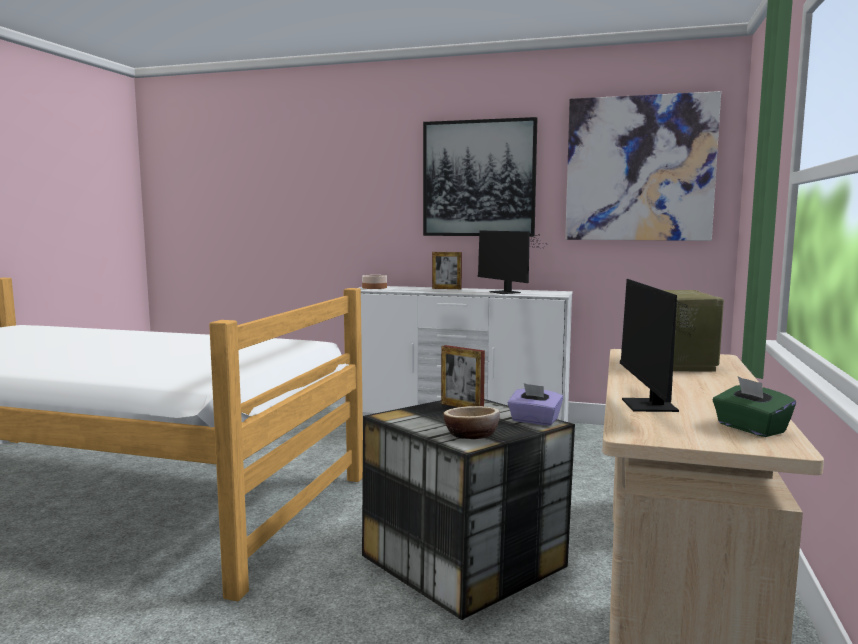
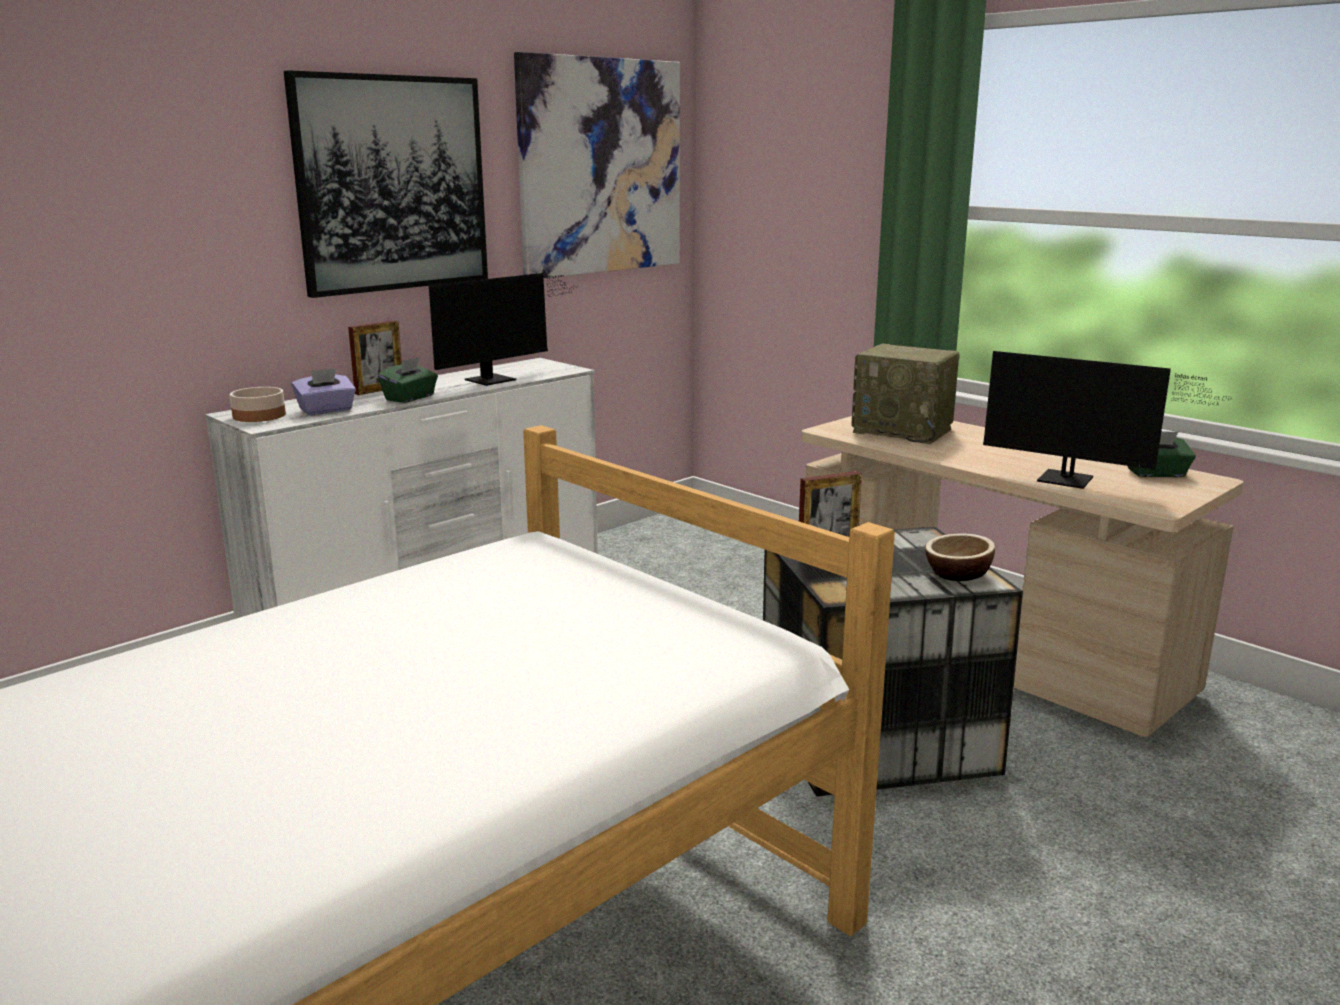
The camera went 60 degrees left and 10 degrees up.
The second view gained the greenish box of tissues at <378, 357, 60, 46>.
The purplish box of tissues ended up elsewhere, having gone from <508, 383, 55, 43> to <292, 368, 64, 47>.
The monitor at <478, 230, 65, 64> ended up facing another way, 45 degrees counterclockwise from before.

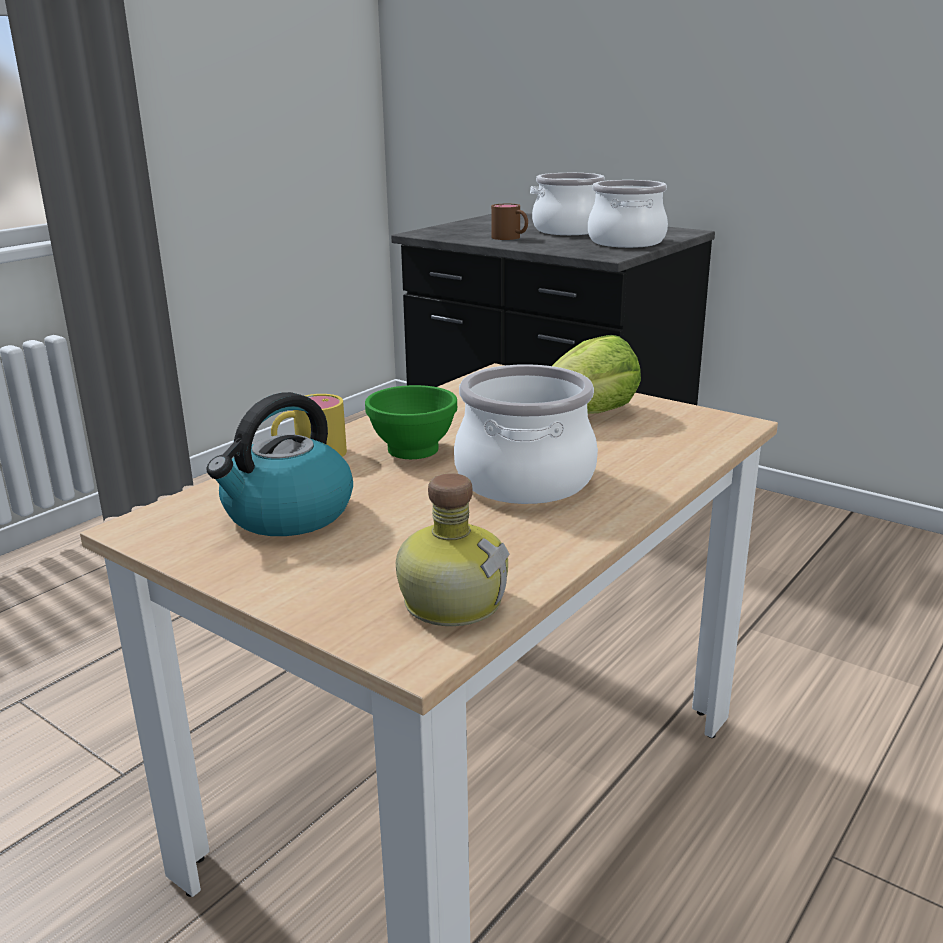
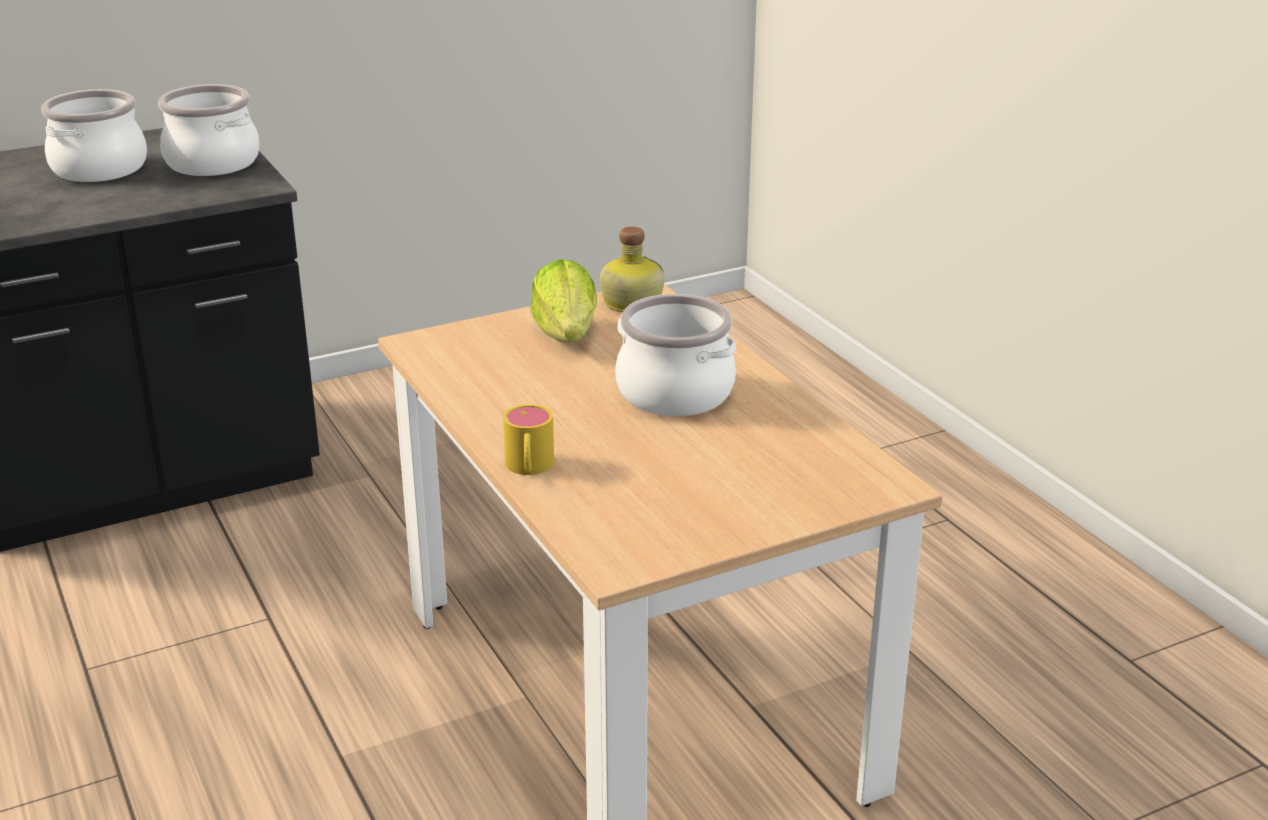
The camera went 65 degrees left and 5 degrees up.
The second view lost the kettle at <207, 392, 146, 144>.
The second view lost the greenish serving bowl at <365, 385, 92, 74>.
The second view lost the brown-coloured tea mug at <491, 204, 37, 36>.
The bottle ended up elsewhere, having gone from <396, 473, 113, 153> to <600, 227, 64, 85>.

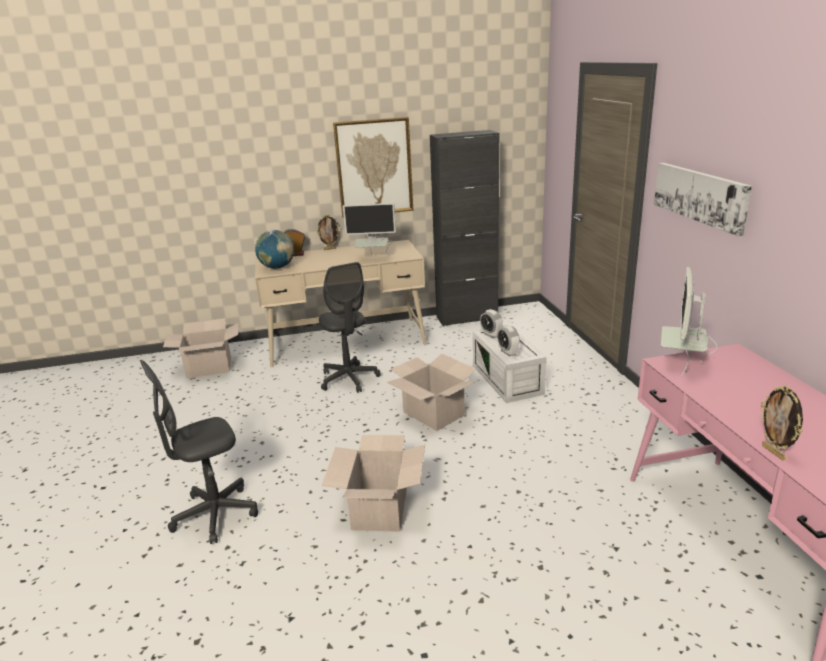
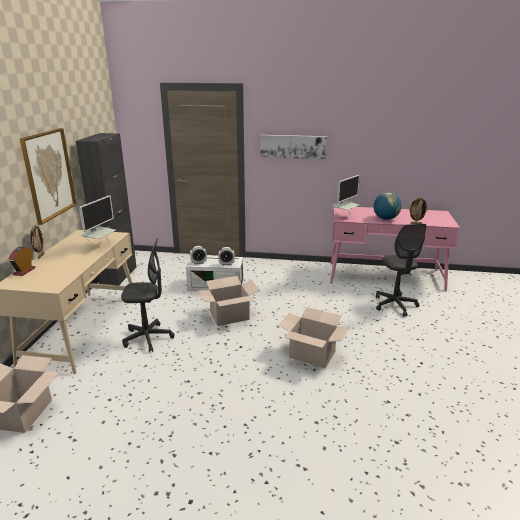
The camera went 70 degrees left and 0 degrees up.
The greyish computer chair ended up elsewhere, having gone from <140, 360, 118, 184> to <376, 224, 50, 93>.
The desk globe ended up elsewhere, having gone from <255, 230, 39, 39> to <373, 192, 29, 28>.
The monitor at <661, 267, 56, 109> ended up facing another way, 90 degrees counterclockwise from before.

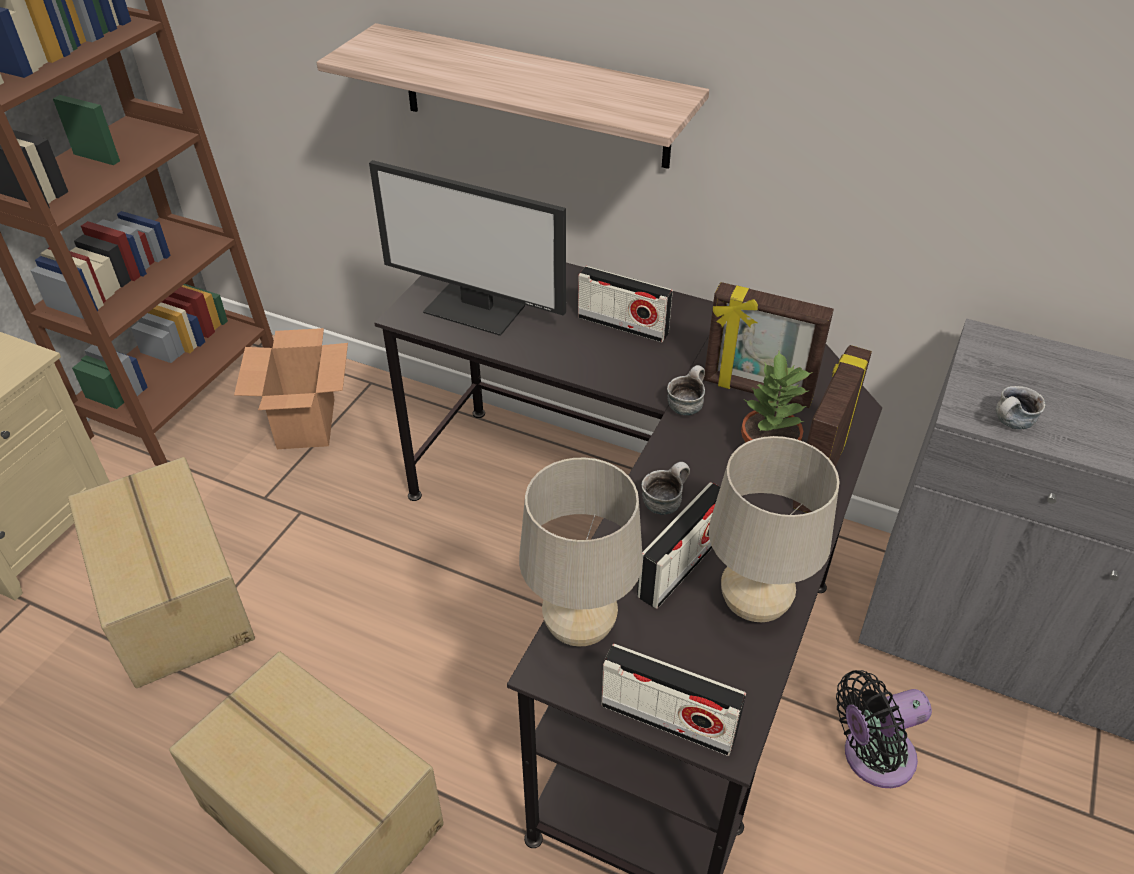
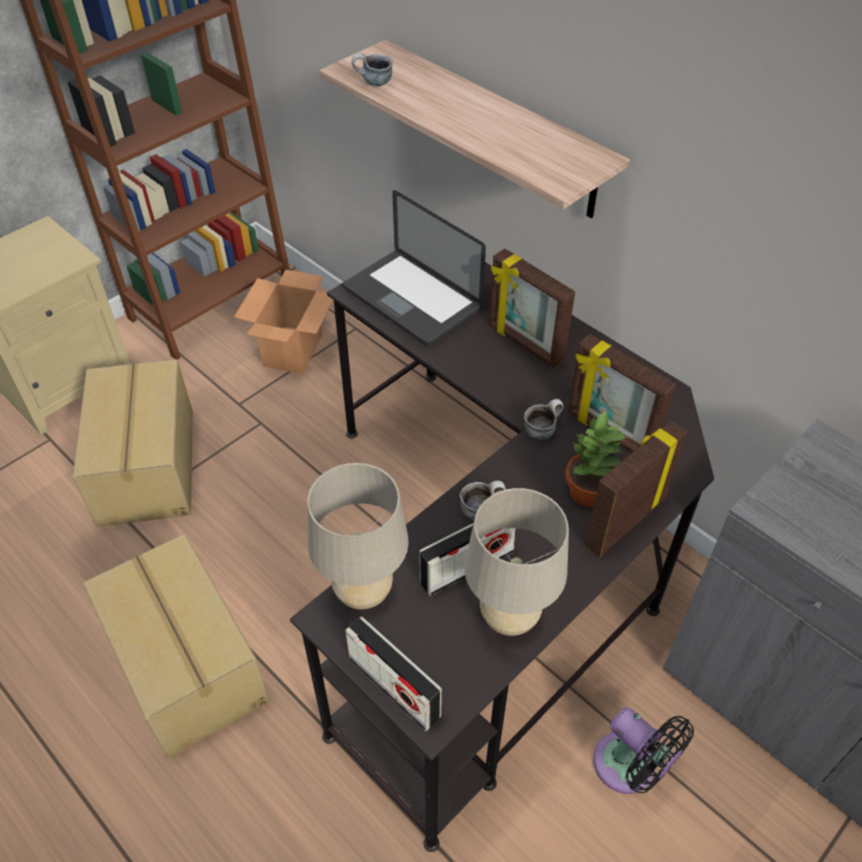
The camera went 20 degrees right and 5 degrees up.
The tea mug ended up elsewhere, having gone from <996, 386, 50, 43> to <351, 53, 42, 33>.
Where the monitor stood at <369, 160, 197, 176>, the notebook computer came to stand at <343, 190, 143, 156>.
Where the radio receiver stood at <578, 266, 95, 77>, the standing frame came to stand at <489, 249, 86, 119>.
The black-coloured fan at <836, 670, 96, 118> ended up facing another way, 135 degrees counterclockwise from before.

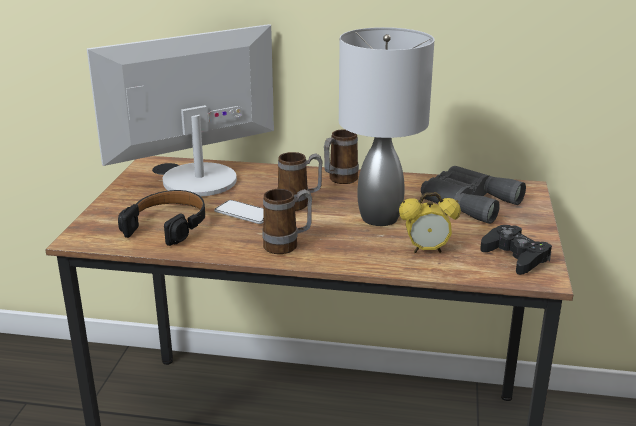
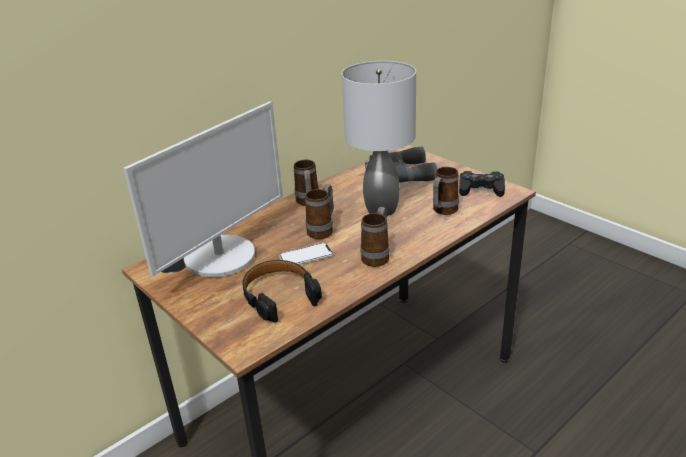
The camera went 50 degrees left and 5 degrees up.
Where the table clock stood at <399, 192, 62, 61>, the tea mug came to stand at <433, 167, 26, 48>.
The monitor at <87, 24, 187, 173> ended up facing another way, 150 degrees counterclockwise from before.

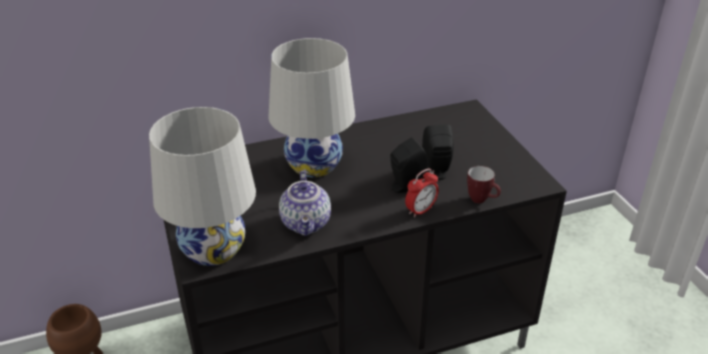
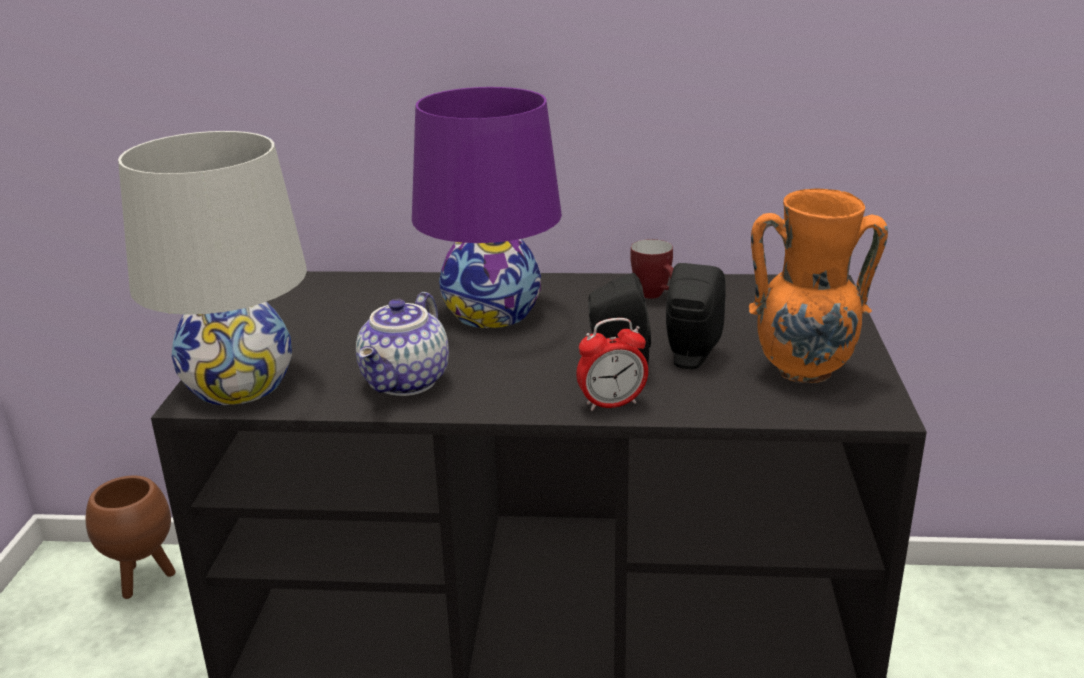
The camera went 25 degrees right and 10 degrees down.
The second view gained the orange vase at <749, 189, 139, 194>.
The tea mug ended up elsewhere, having gone from <467, 166, 34, 37> to <630, 239, 43, 60>.
What was the white table lamp at <268, 38, 87, 139> turned into the purplish table lamp at <412, 87, 150, 241>.

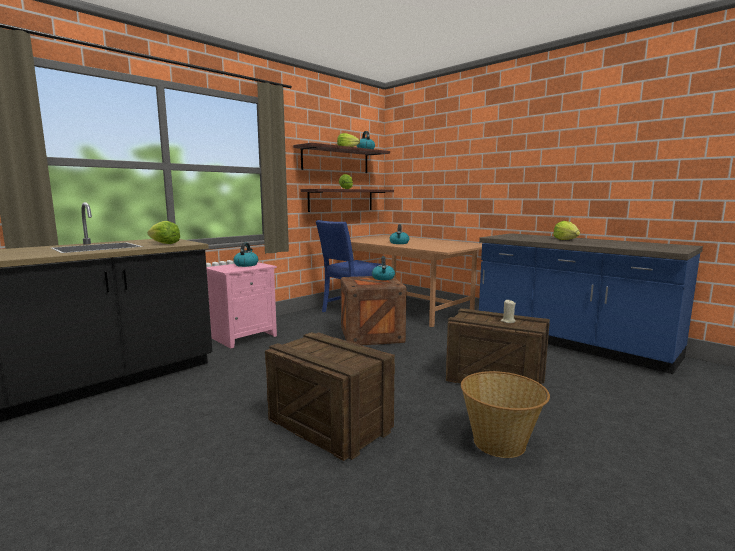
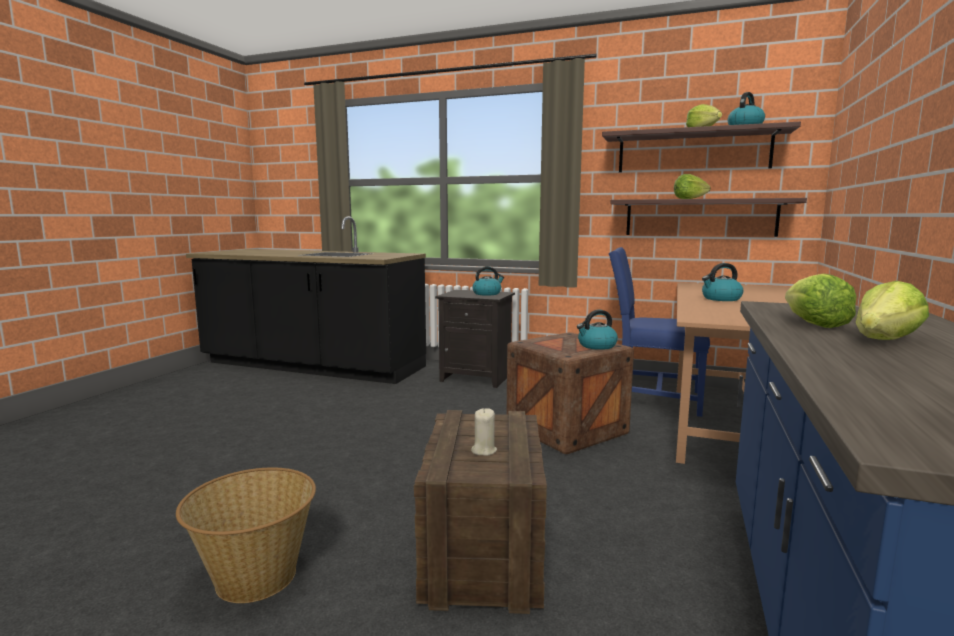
The camera went 65 degrees right and 0 degrees up.
The second view lost the shipping crate at <265, 332, 130, 129>.
The head of lettuce ended up elsewhere, having gone from <147, 221, 33, 23> to <785, 274, 72, 54>.
What was the pinkish nightstand at <206, 262, 71, 86> turned into the black-coloured nightstand at <435, 290, 80, 98>.

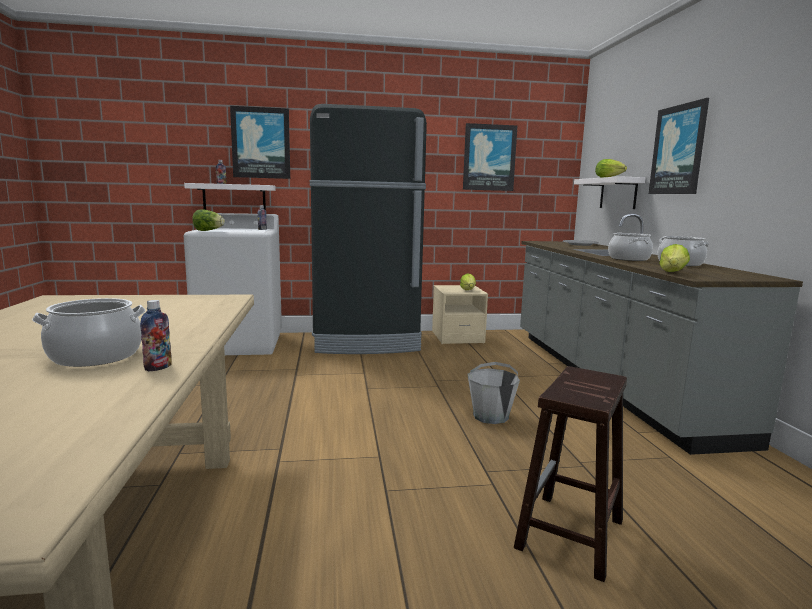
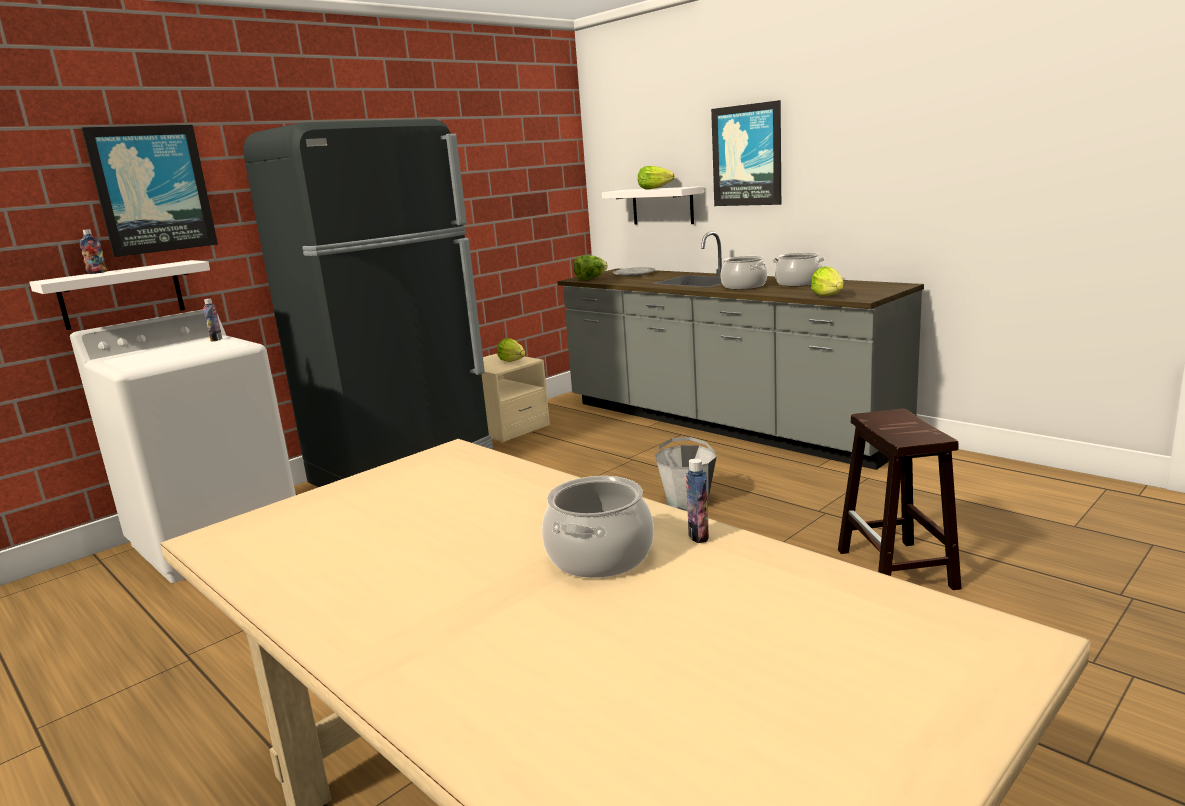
The camera went 35 degrees left and 5 degrees up.
The second view lost the wall picture at <463, 123, 54, 68>.
The head of lettuce ended up elsewhere, having gone from <192, 209, 33, 22> to <573, 255, 35, 25>.

